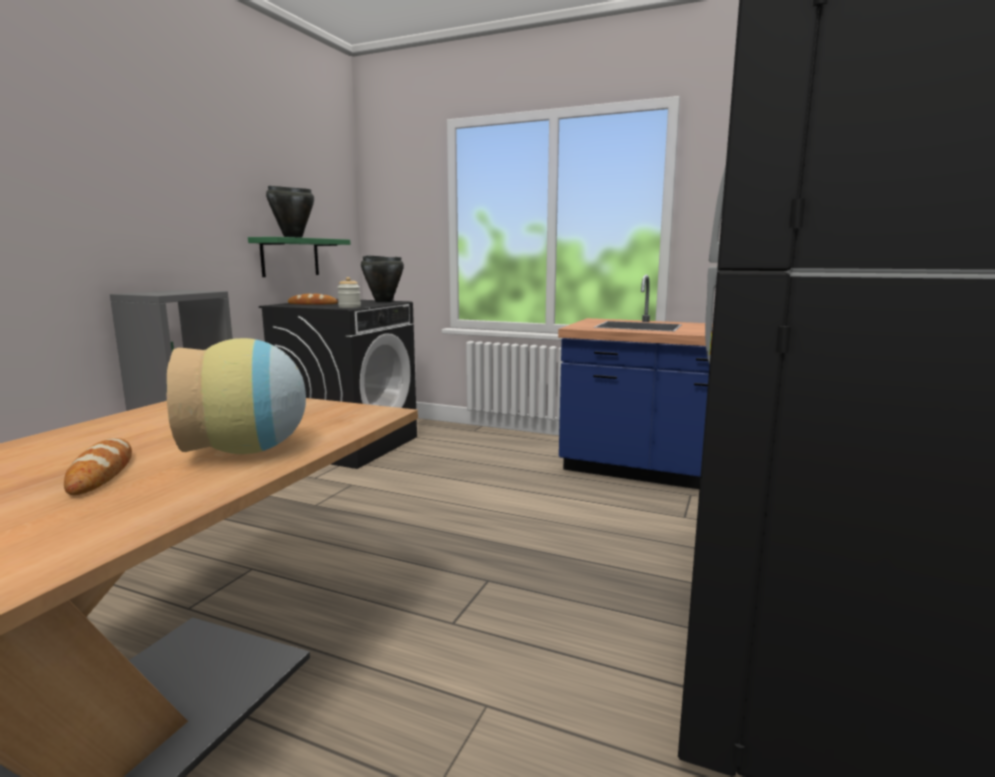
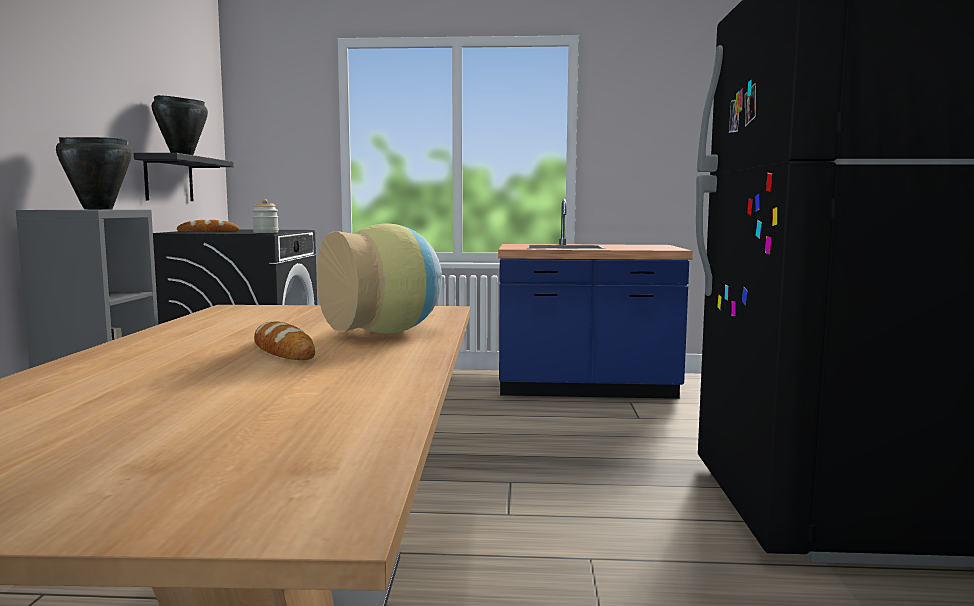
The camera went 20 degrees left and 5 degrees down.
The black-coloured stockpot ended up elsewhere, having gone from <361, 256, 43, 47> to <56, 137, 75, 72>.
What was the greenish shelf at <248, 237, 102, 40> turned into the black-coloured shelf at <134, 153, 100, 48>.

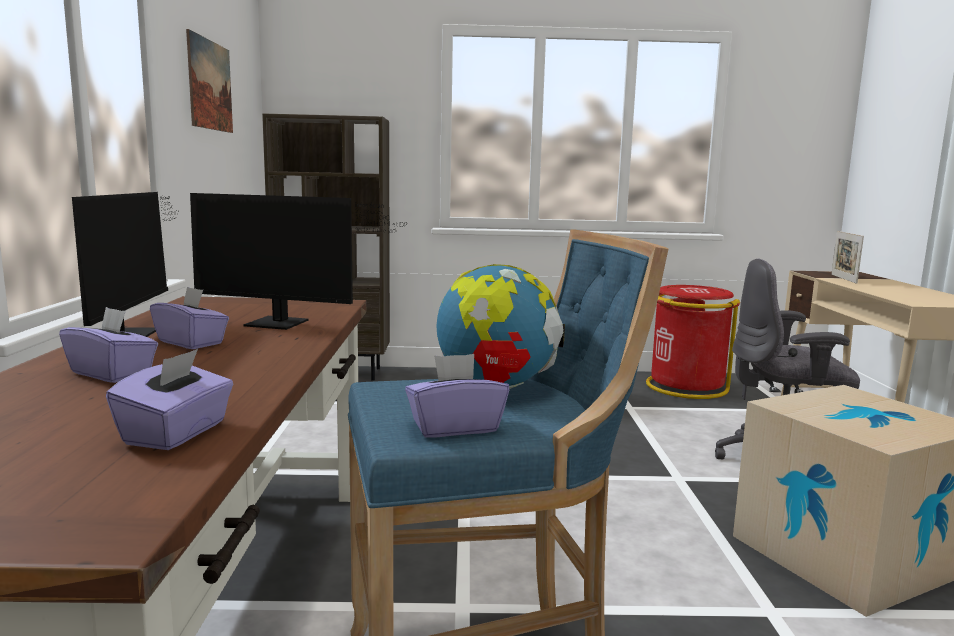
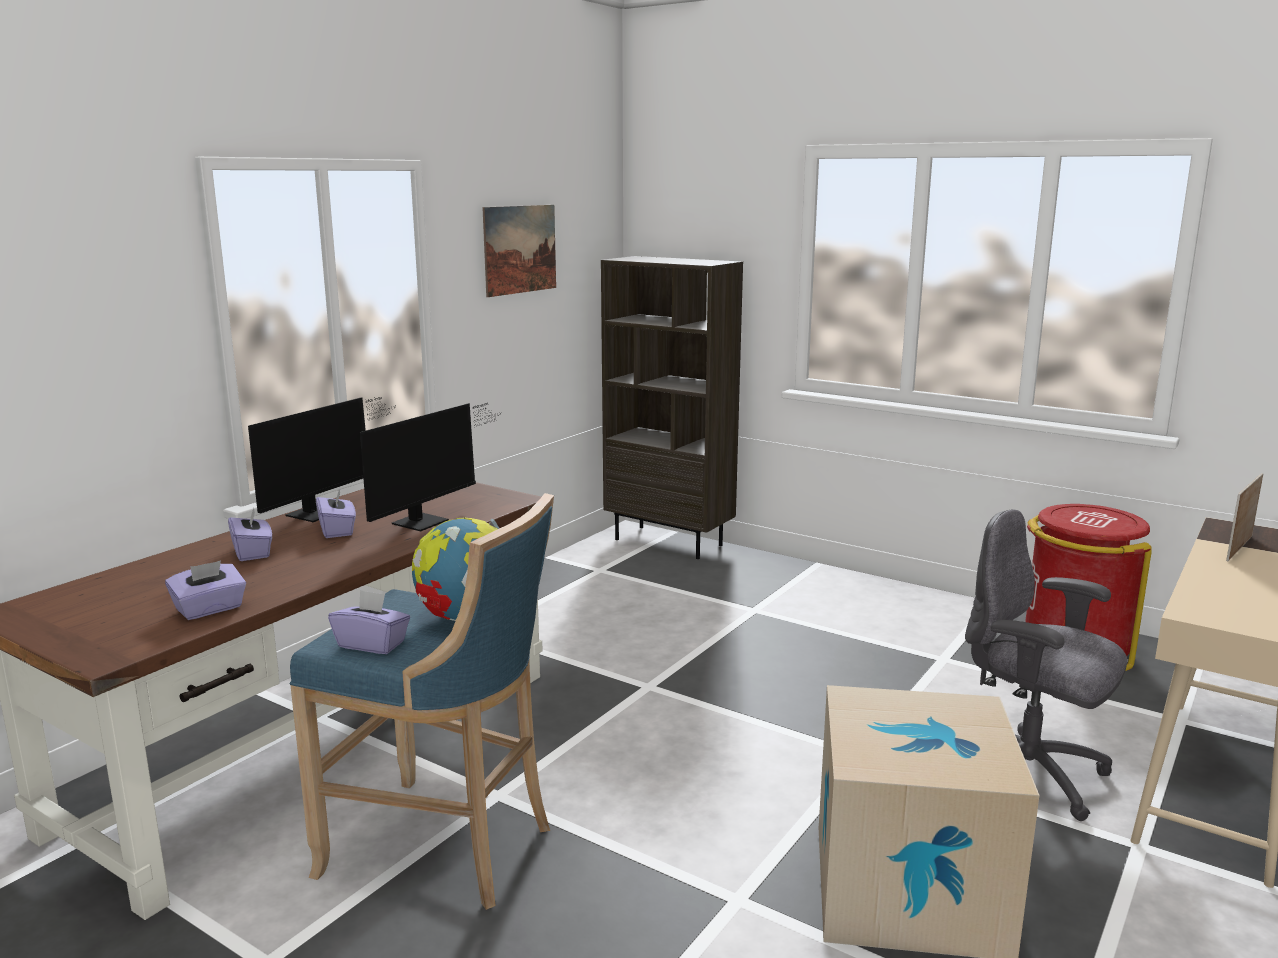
The camera went 35 degrees right and 5 degrees up.
The monitor at <190, 193, 216, 137> ended up facing another way, 105 degrees counterclockwise from before.

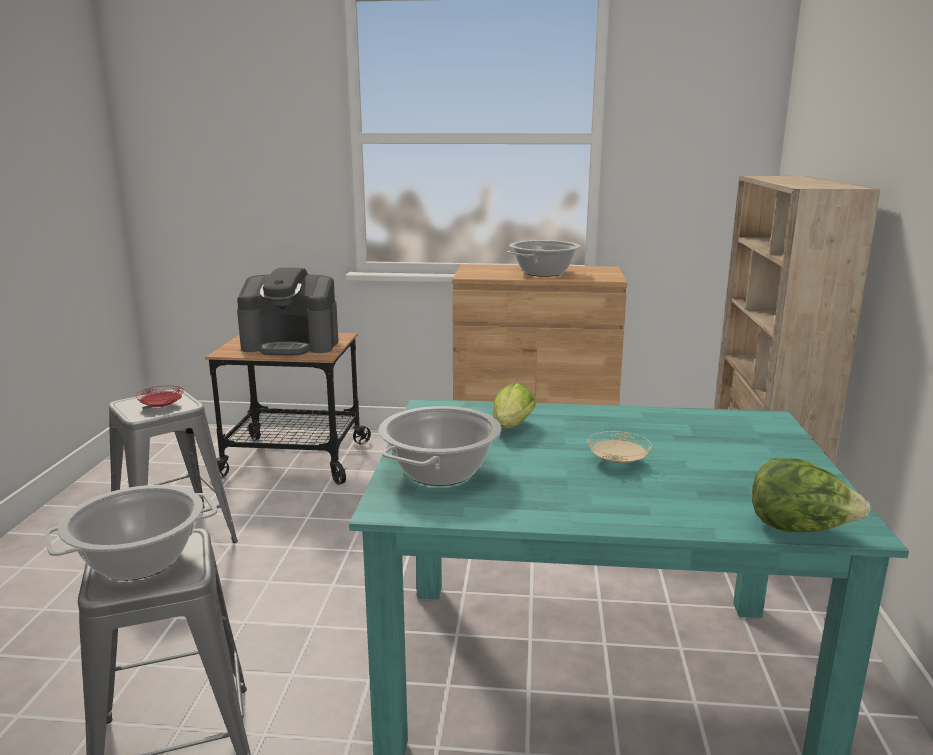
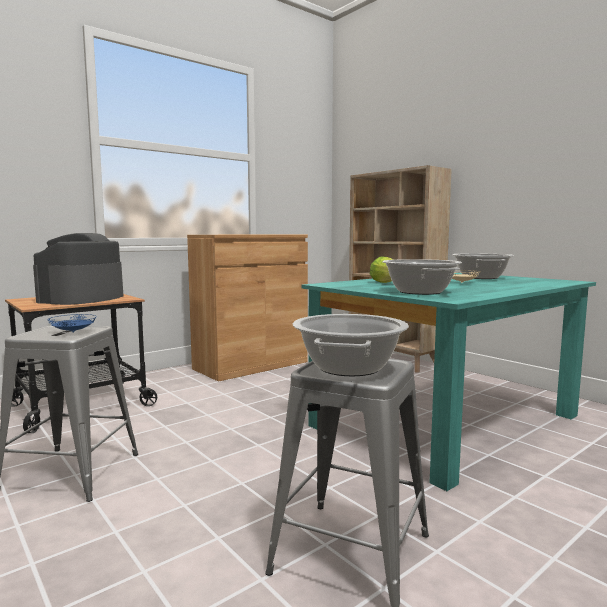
The camera went 45 degrees left and 10 degrees down.
The second view lost the head of lettuce at <752, 458, 119, 74>.
The stockpot ended up elsewhere, having gone from <507, 240, 74, 37> to <452, 253, 62, 26>.
What was the red-coloured flat dish at <136, 386, 48, 21> turned into the bluish flat dish at <47, 314, 50, 19>.
The coffee maker at <237, 268, 101, 87> ended up facing another way, 150 degrees clockwise from before.

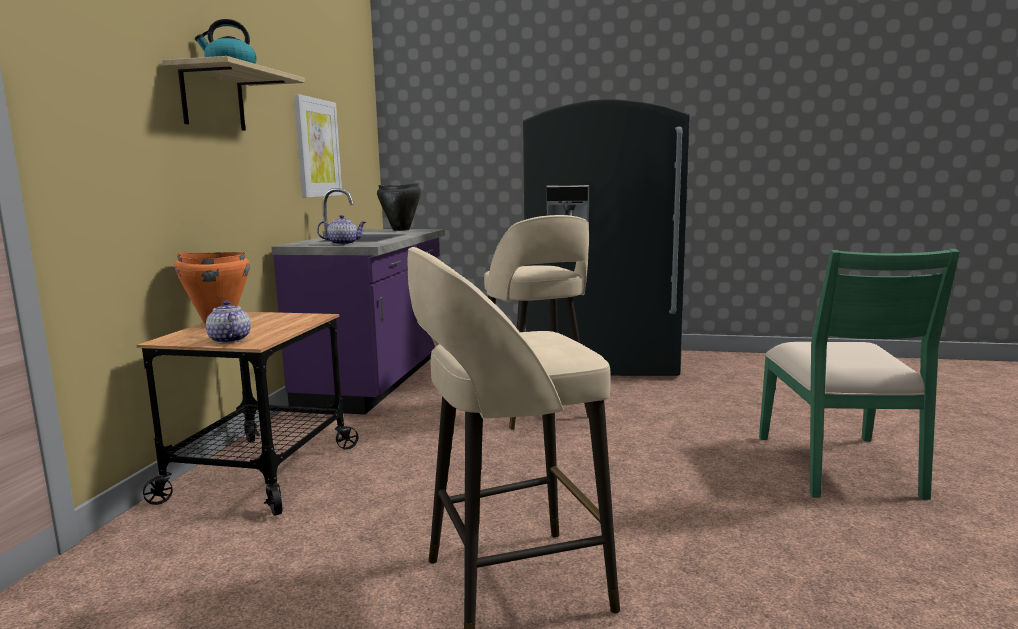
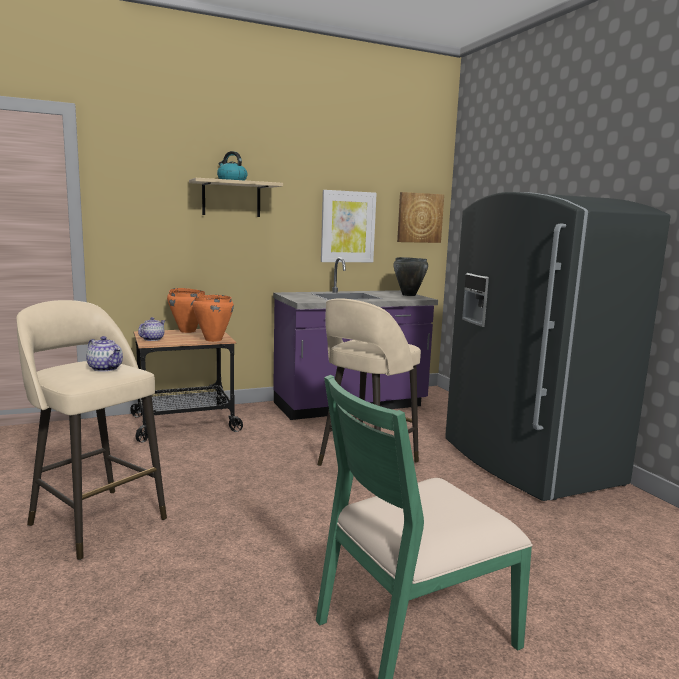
The camera went 55 degrees right and 0 degrees up.
The second view gained the orange stockpot at <193, 295, 41, 47>.
The second view gained the wall picture at <397, 192, 47, 51>.
The pot for tea ended up elsewhere, having gone from <317, 215, 49, 30> to <86, 336, 37, 36>.

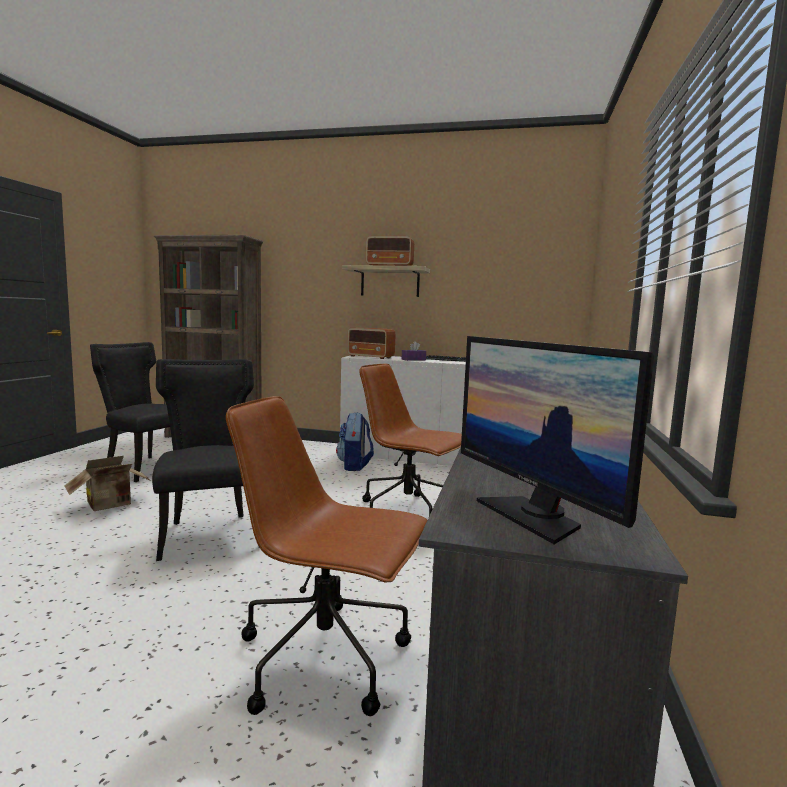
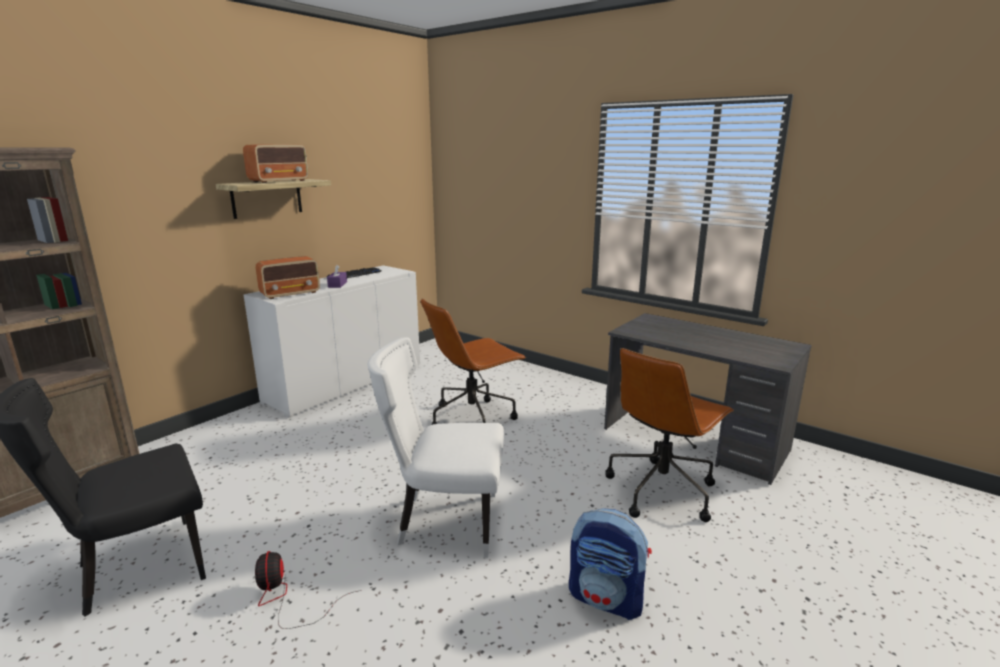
The camera went 65 degrees left and 10 degrees up.
The second view lost the monitor at <461, 336, 193, 208>.
The rucksack ended up elsewhere, having gone from <336, 412, 38, 59> to <569, 508, 83, 112>.
Where the packing box stood at <64, 456, 87, 55>, the fan came to stand at <255, 551, 107, 78>.
What was the black-coloured plain chair at <152, 359, 108, 202> turned into the white plain chair at <367, 338, 137, 220>.

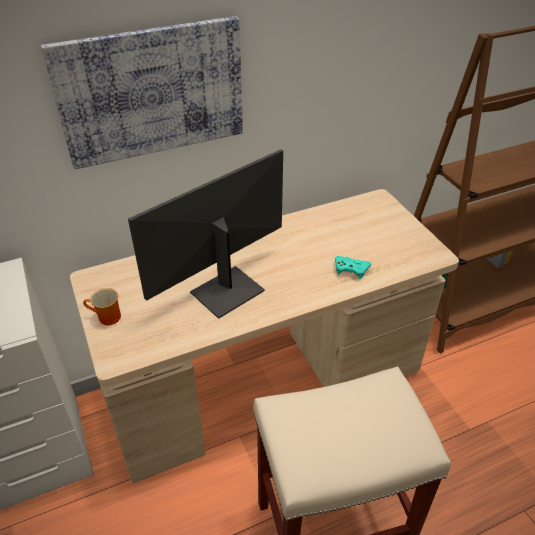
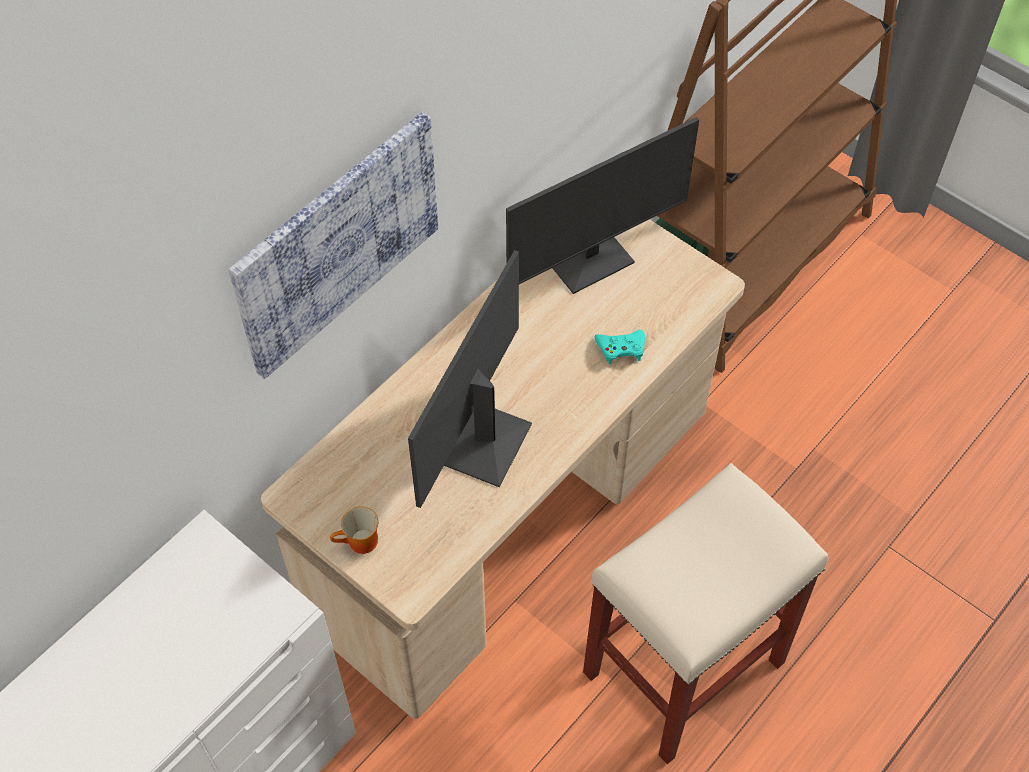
The camera went 25 degrees left and 15 degrees up.
The second view gained the monitor at <506, 117, 193, 177>.

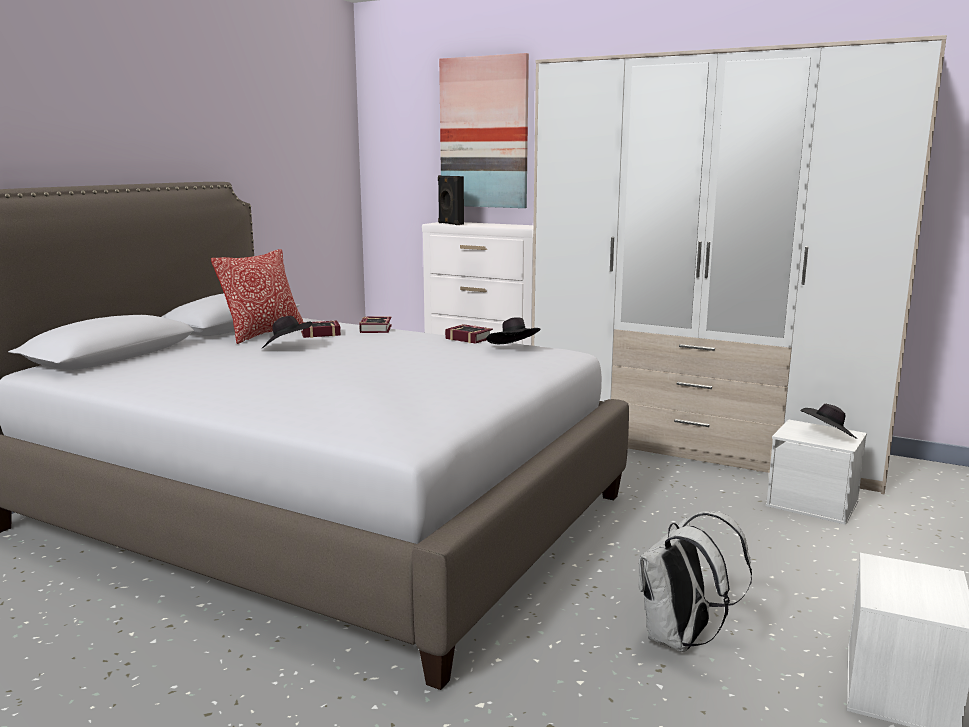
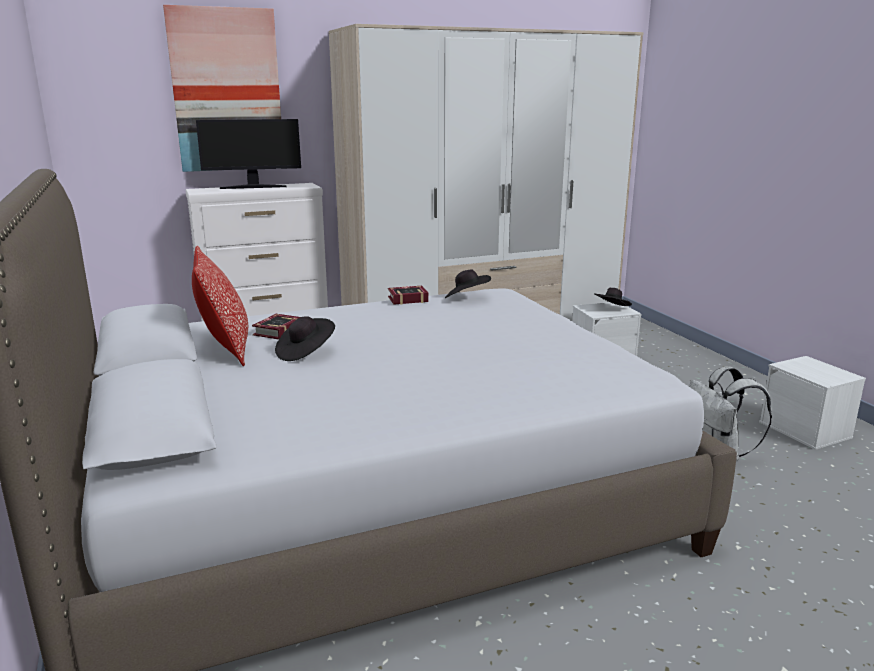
The camera went 50 degrees left and 5 degrees up.
The second view lost the volume at <359, 317, 33, 16>.
The second view lost the black-coloured audio speaker at <438, 175, 26, 50>.
The second view gained the monitor at <196, 119, 105, 70>.

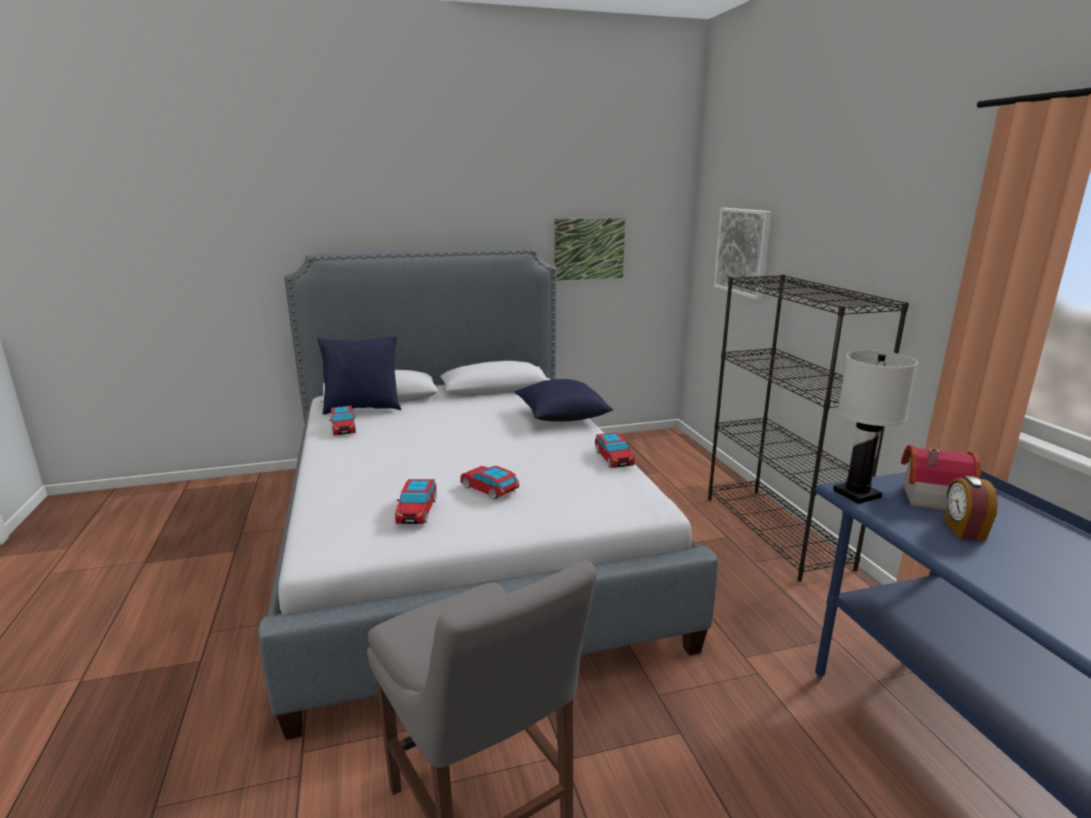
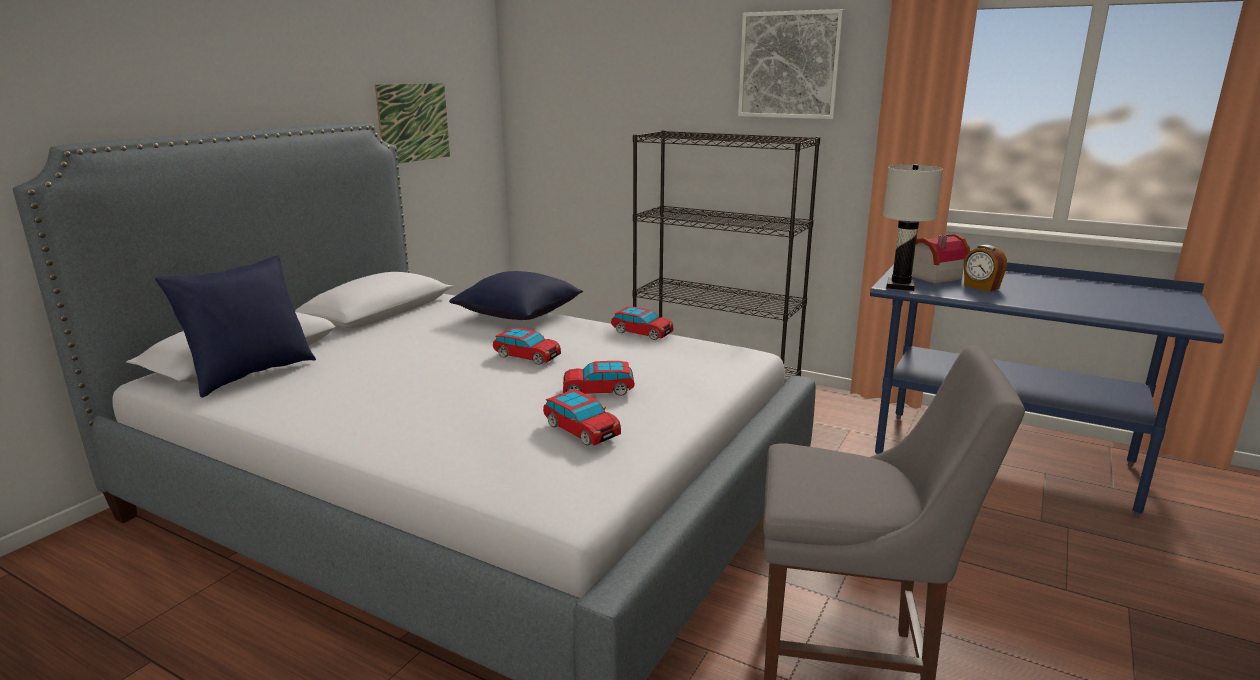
The camera went 45 degrees left and 0 degrees up.
The toy car ended up elsewhere, having gone from <329, 405, 27, 31> to <493, 328, 68, 37>.
The wall picture ended up elsewhere, having gone from <714, 208, 58, 92> to <738, 9, 106, 110>.

